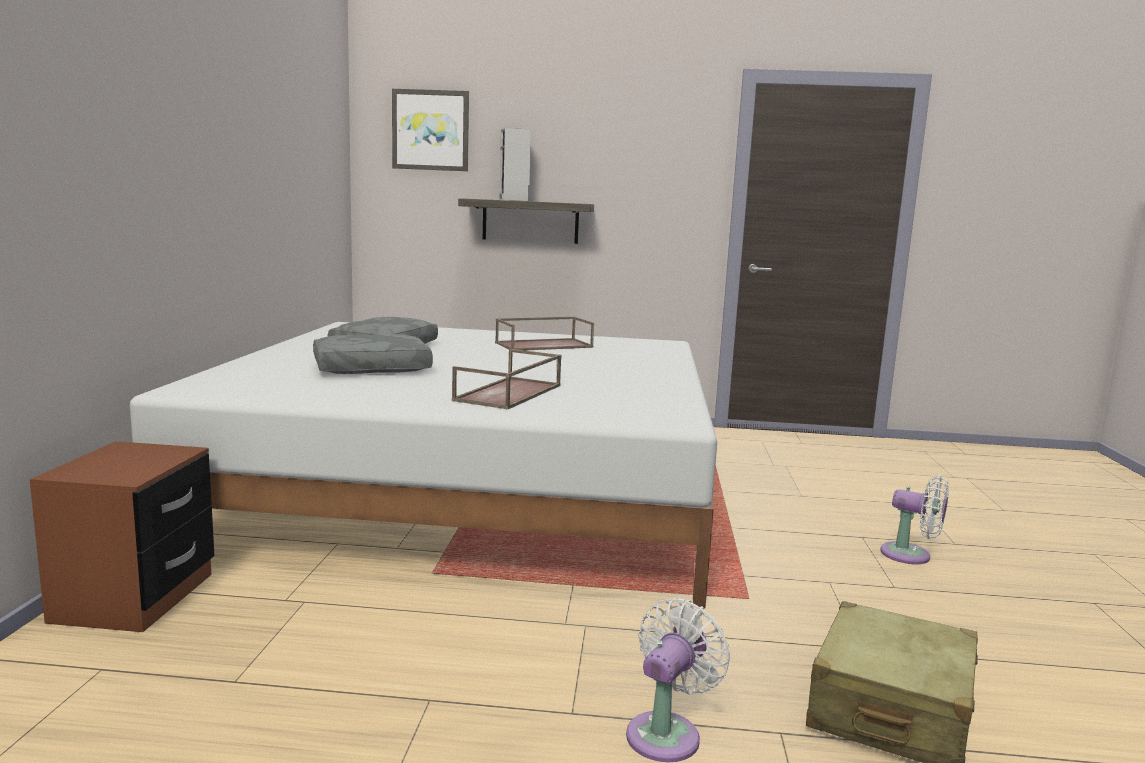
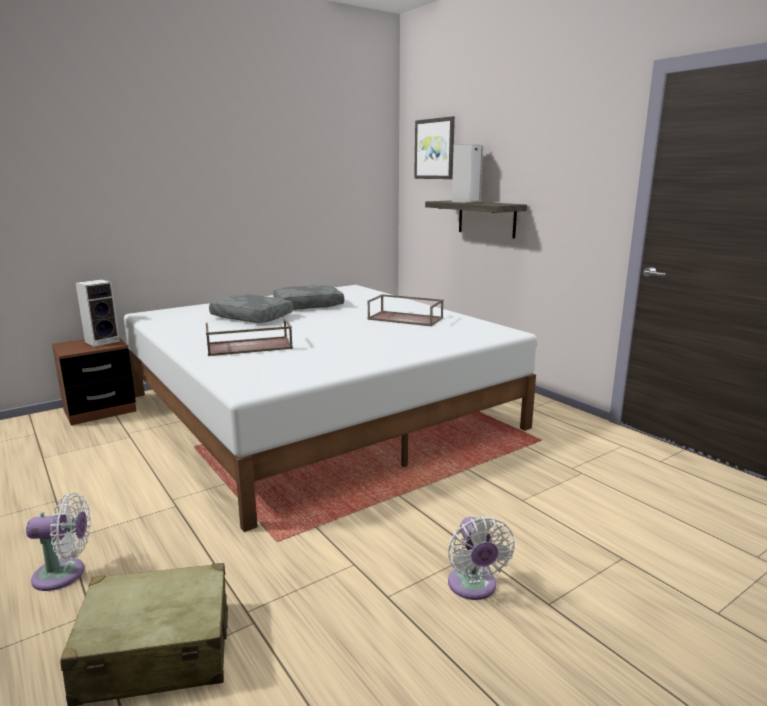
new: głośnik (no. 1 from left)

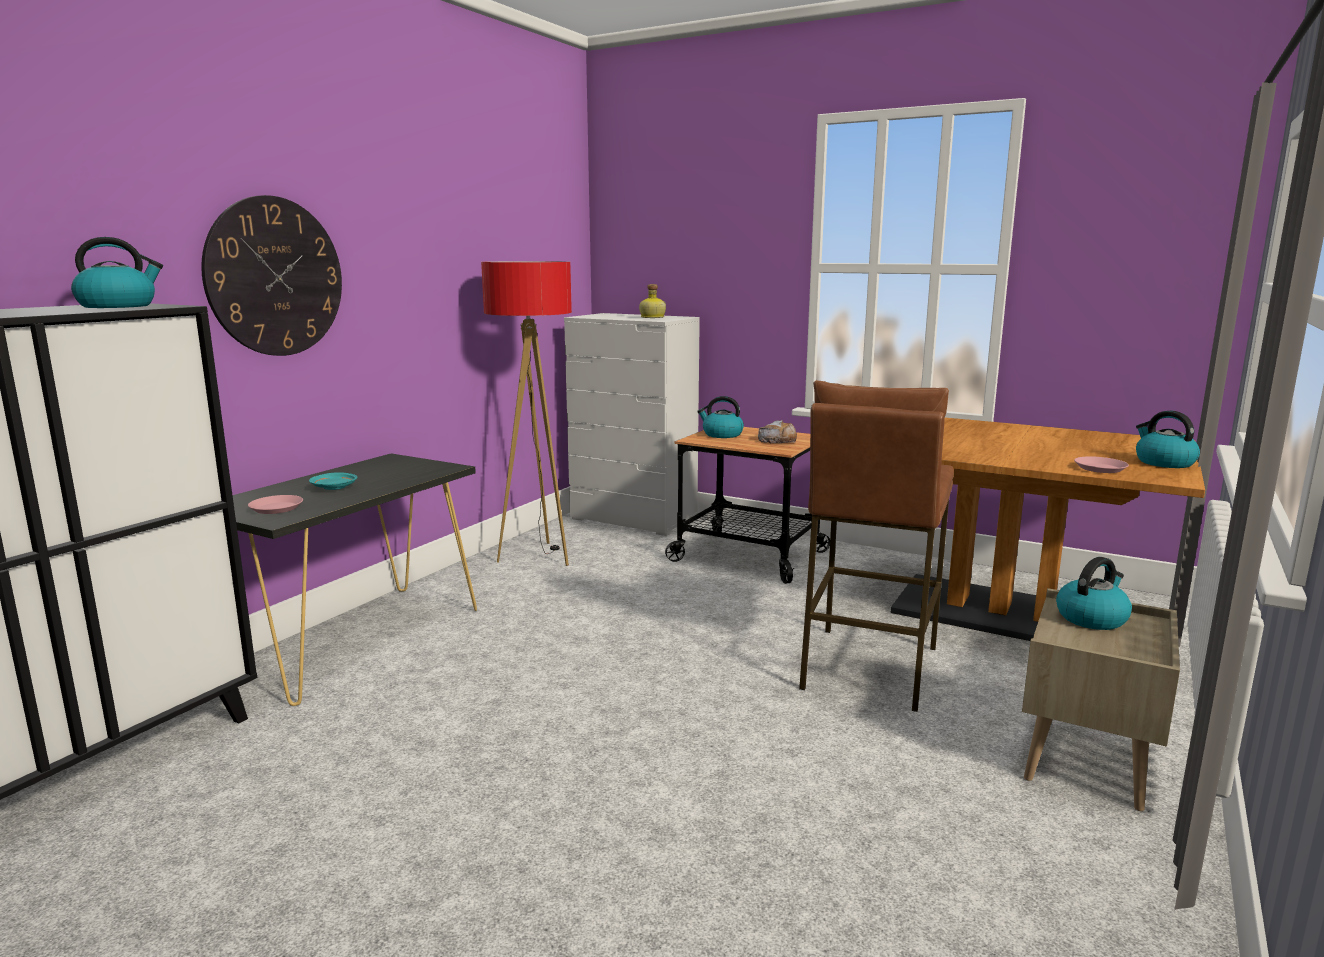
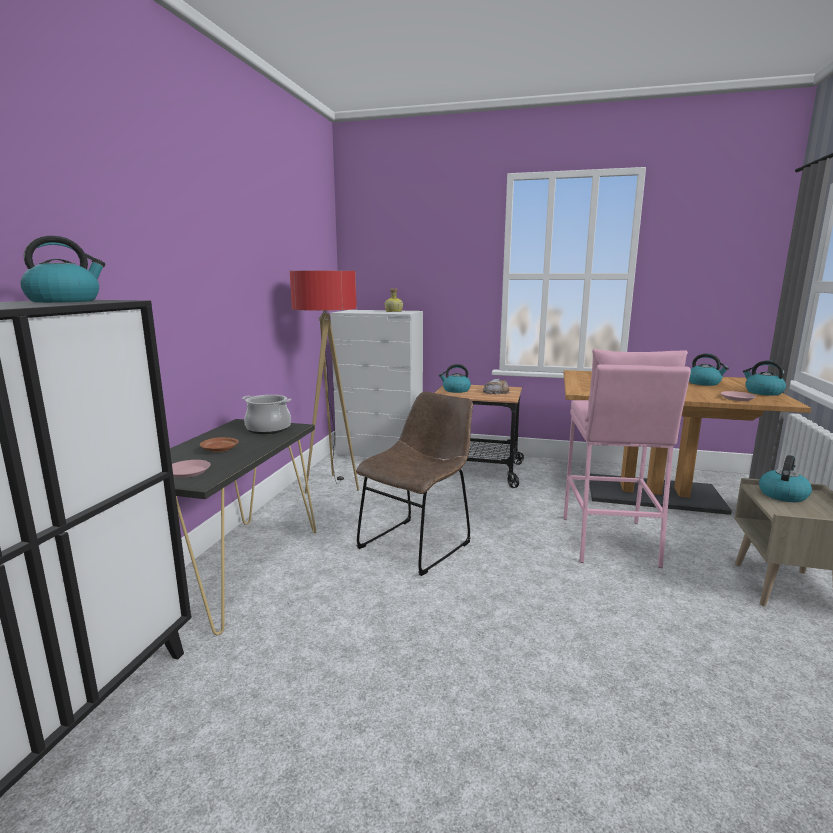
gone: zegar ścienny
new: czajnik (no. 3 from left); krzesło/brązowy; garnek
repainted: stołek/brązowy to stołek/różowy; talerz/turkusowy to talerz/brązowy

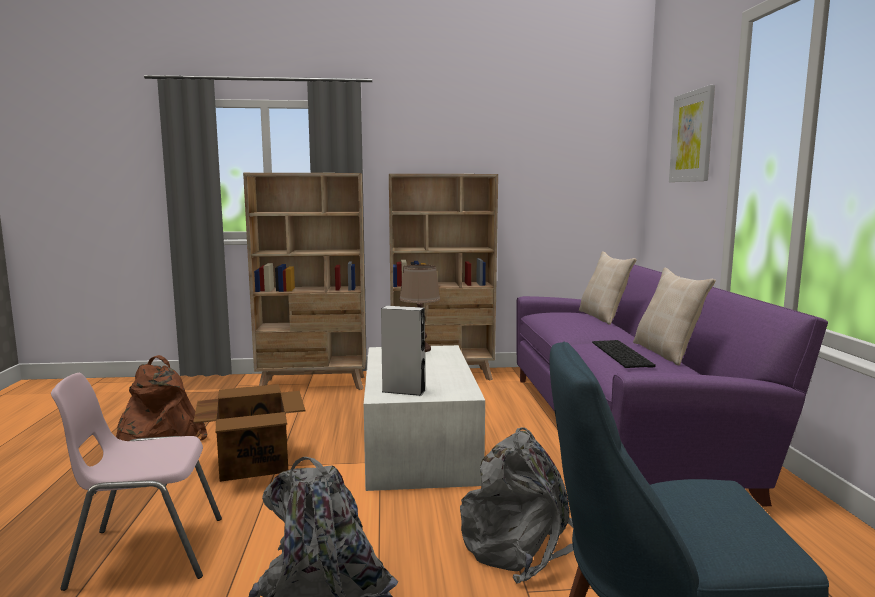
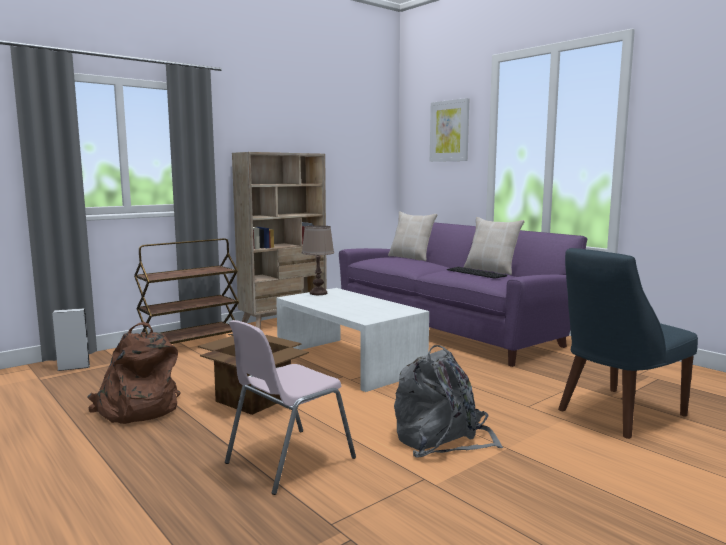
gone: plecak/szary (no. 2 from left)
shifted: głośnik/szary
swapped: regał/beżowy (no. 1 from left) to wózek/brązowy

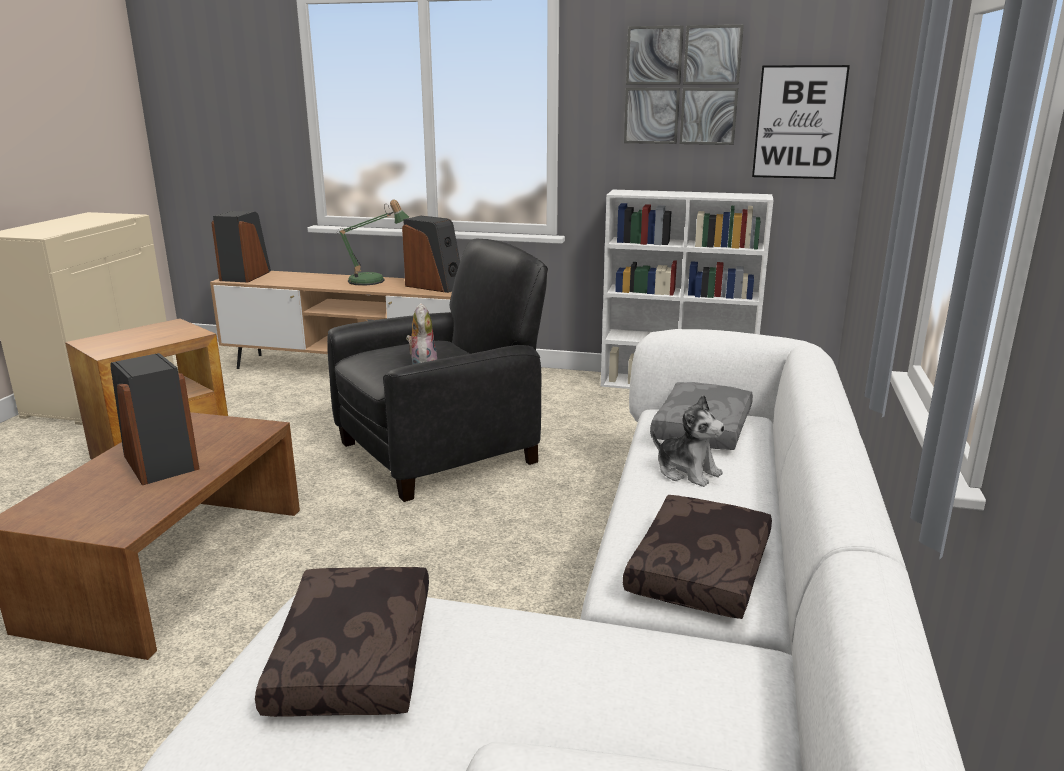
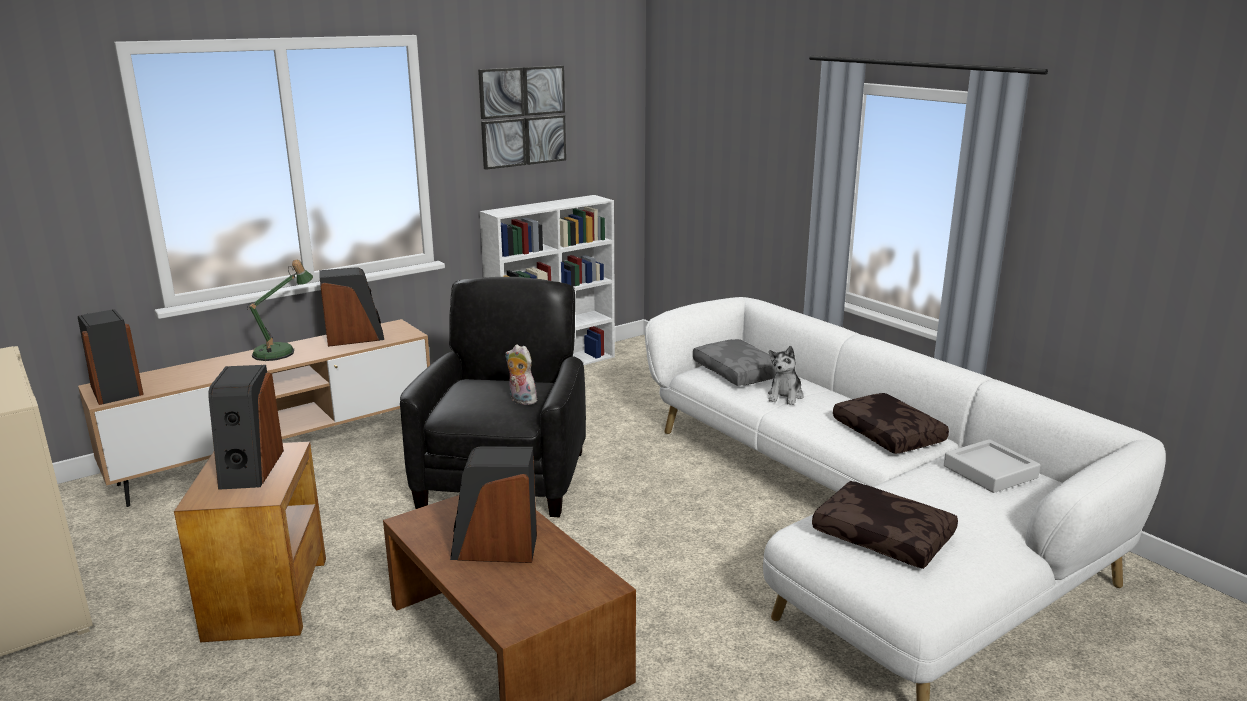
gone: obraz (no. 2 from left)
new: głośnik (no. 2 from left); taca/szary
rotated: pluszak (no. 2 from left) 120 degrees clockwise

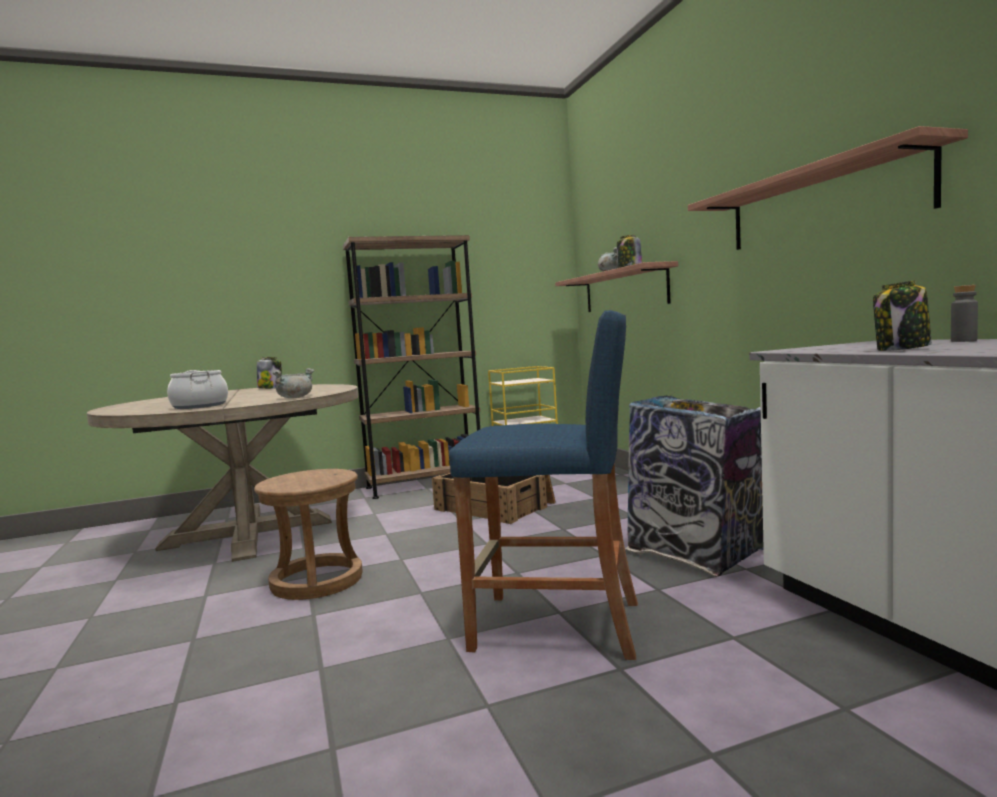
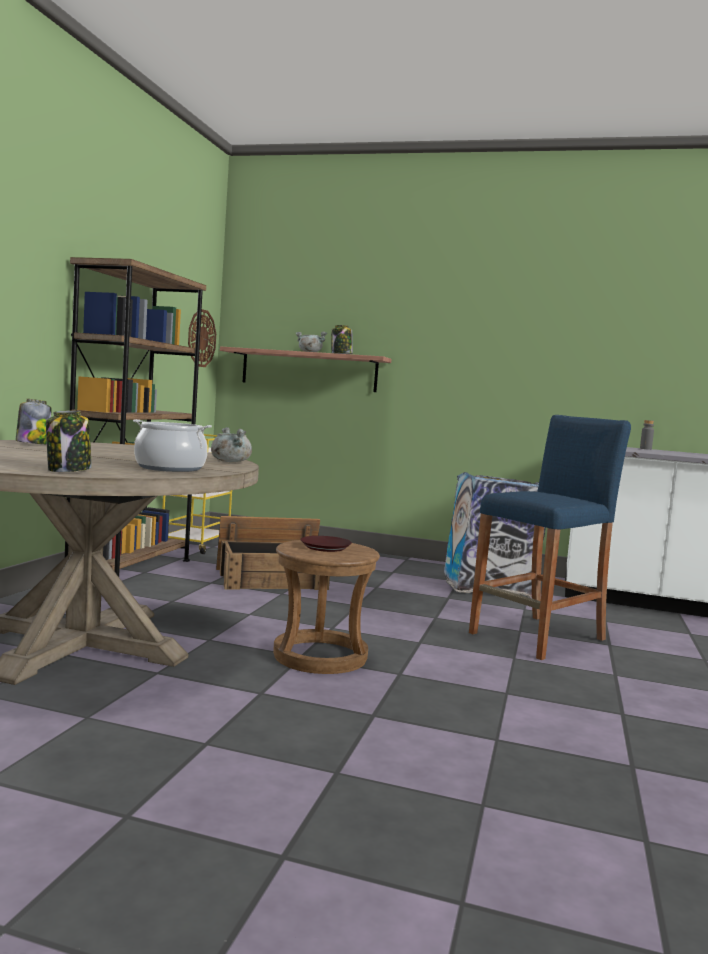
gone: półka (no. 2 from left)
new: zegar ścienny; talerz/brązowy
shifted: słoik (no. 3 from left in the first image) to słoik (no. 2 from left)

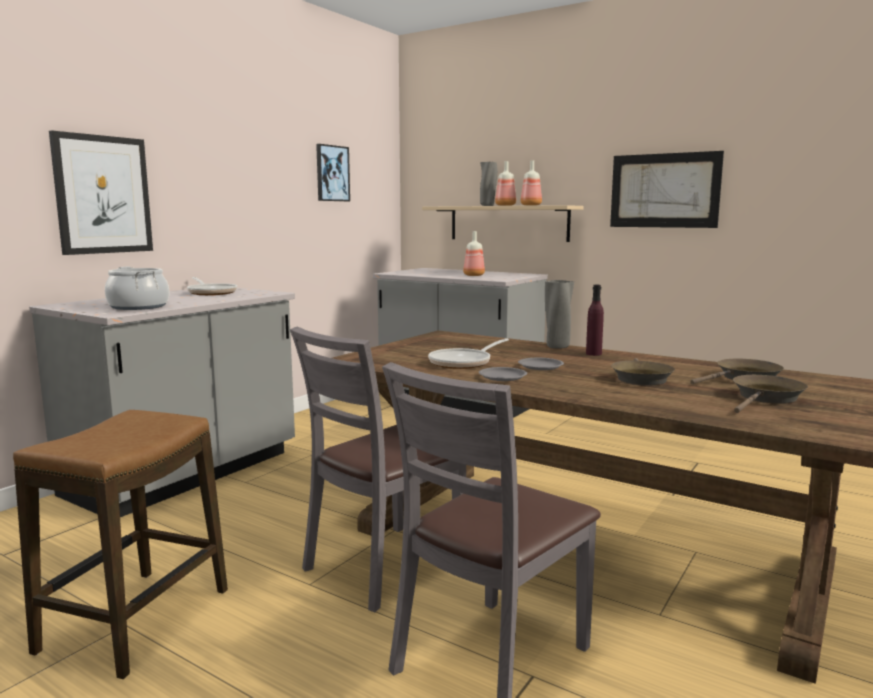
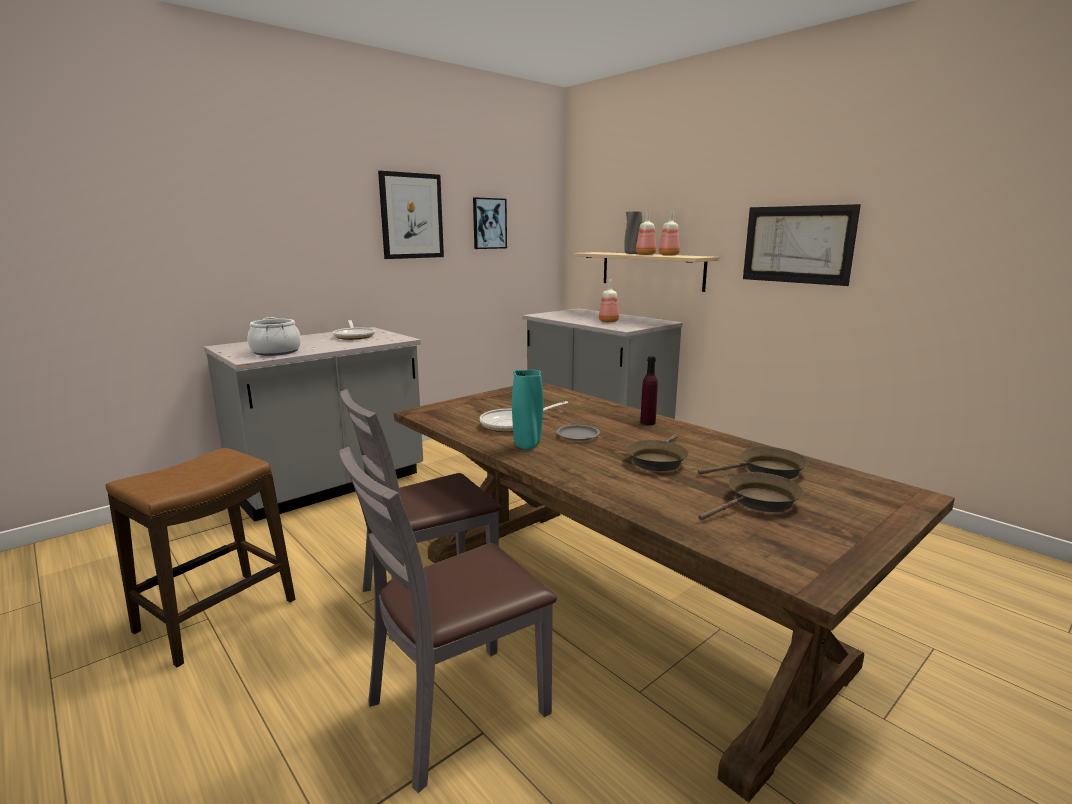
gone: wazon/szary (no. 2 from left)
shifted: obraz (no. 1 from left)
swapped: talerz/szary (no. 1 from left) to wazon/turkusowy

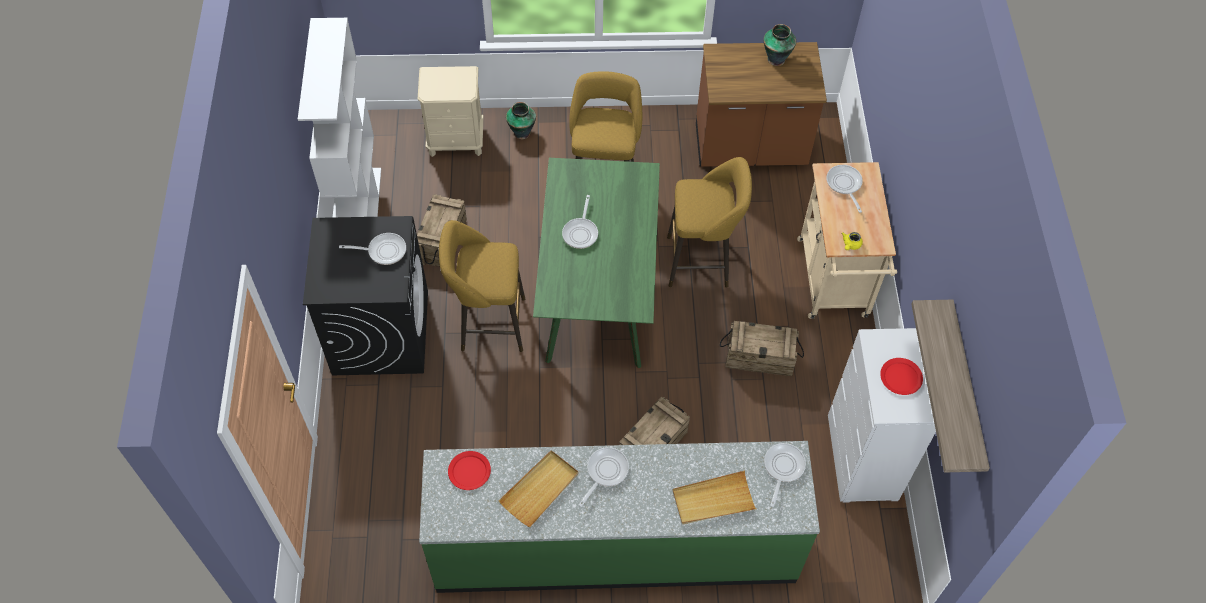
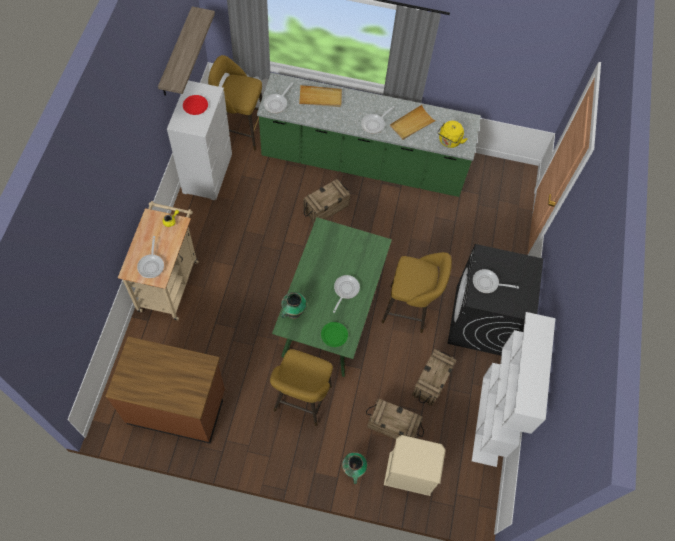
new: talerz/zielony
shifted: wazon (no. 2 from left in the first image) to wazon (no. 1 from left); stołek/żółty (no. 3 from left in the first image) to stołek/żółty (no. 1 from left); skrzynka (no. 3 from left in the first image) to skrzynka (no. 2 from left)
swapped: talerz/czerwony (no. 1 from left) to czajnik/żółty

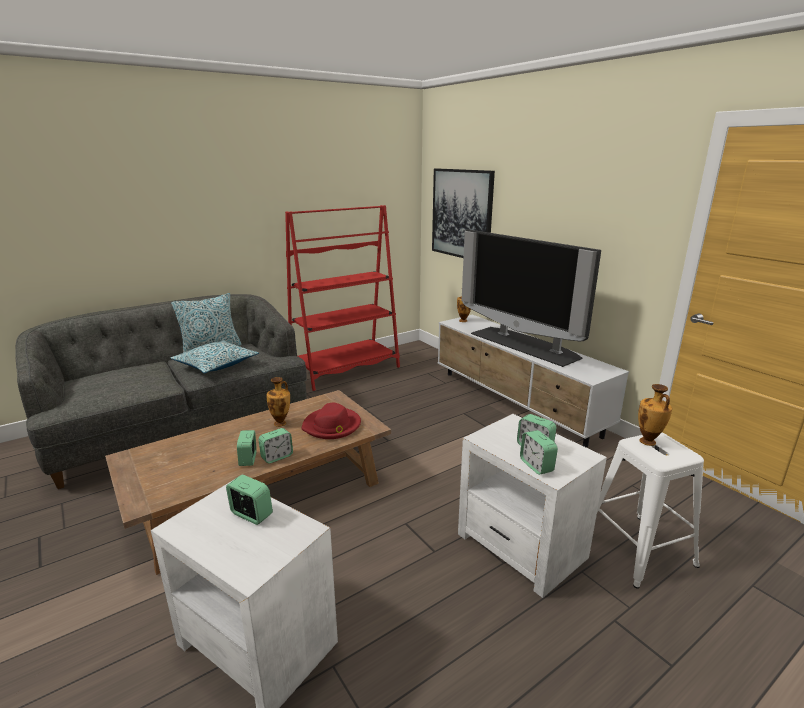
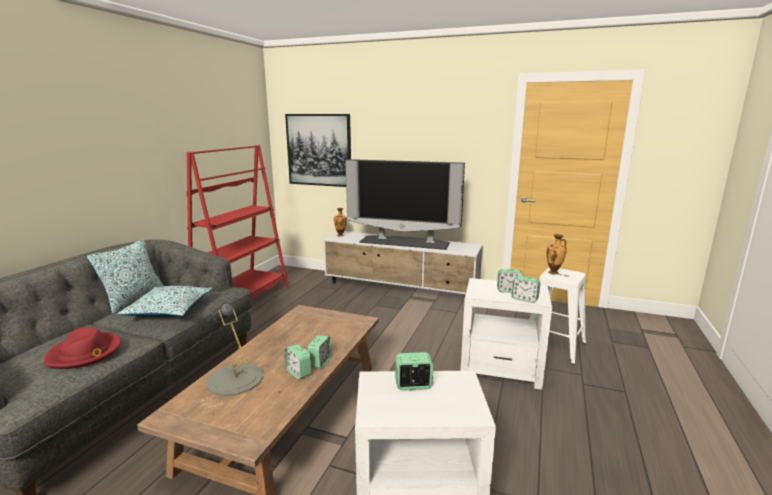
gone: wazon (no. 1 from left)
new: lampa stołowa/szary
shifted: kapelusz/czerwony

